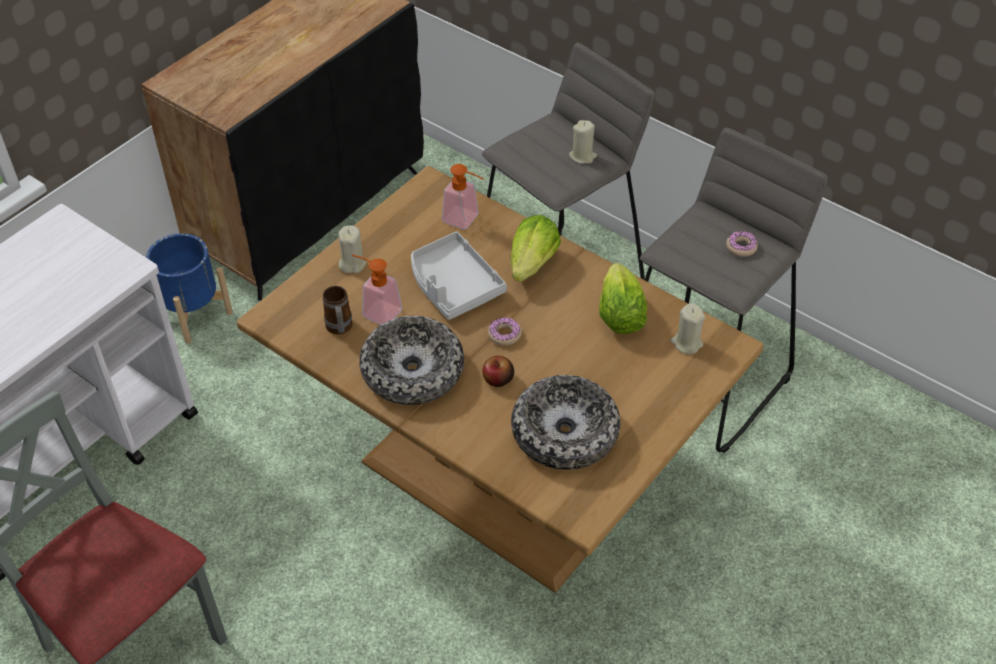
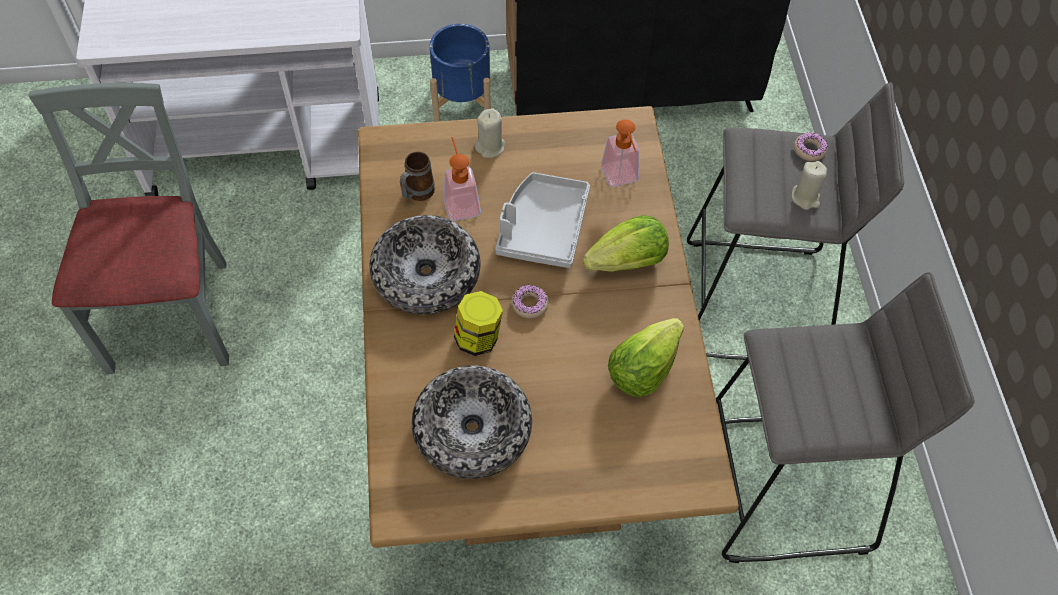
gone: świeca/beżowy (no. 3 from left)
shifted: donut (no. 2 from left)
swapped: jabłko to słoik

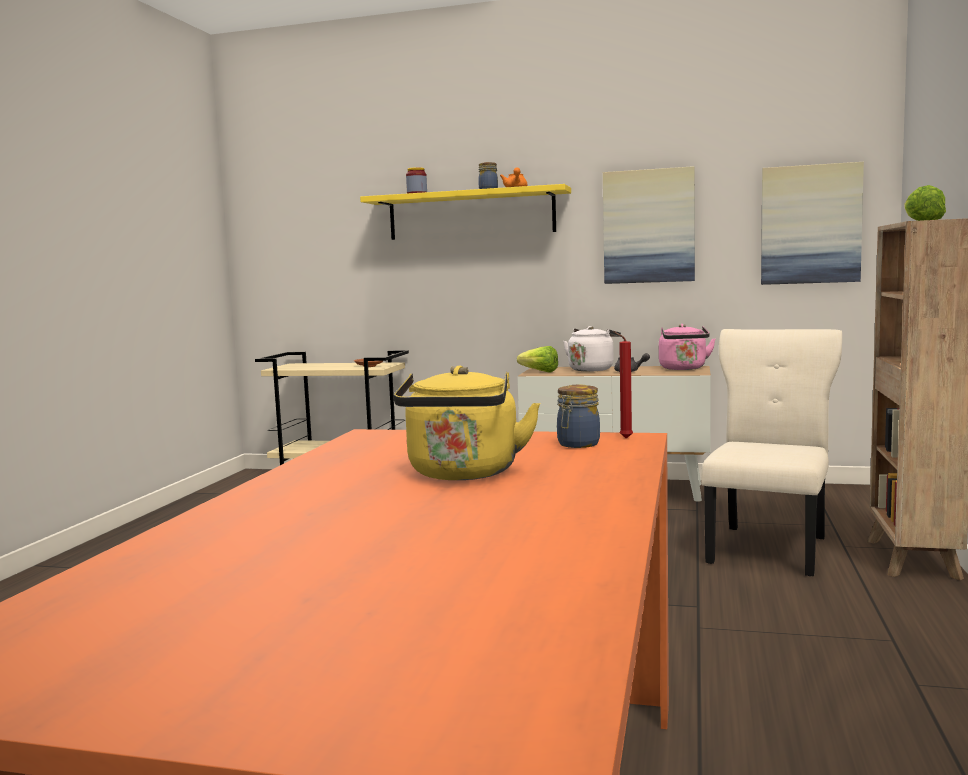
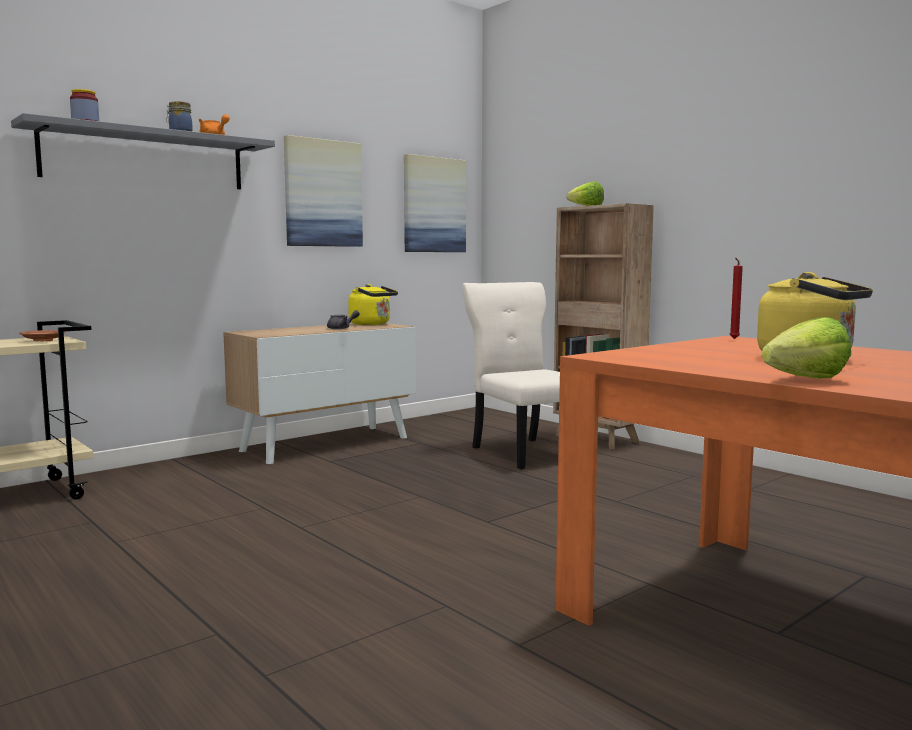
gone: czajnik/biały; słoik (no. 3 from left)
shifted: sałata (no. 1 from left in the first image) to sałata (no. 2 from left)
repainted: półka/żółty to półka/szary; czajnik/różowy to czajnik/żółty (no. 1 from left)

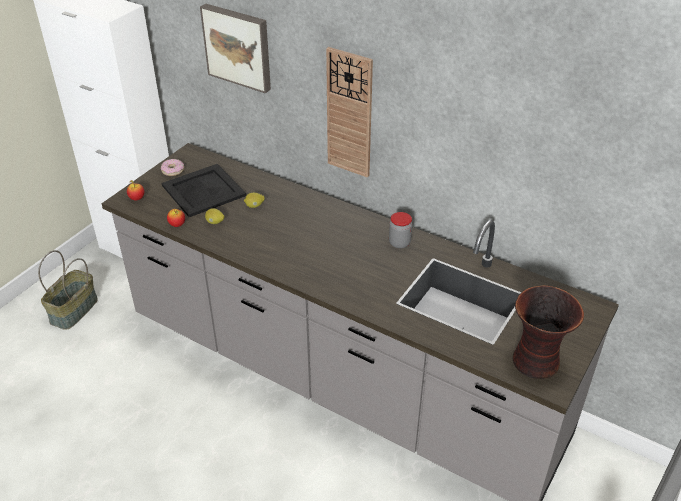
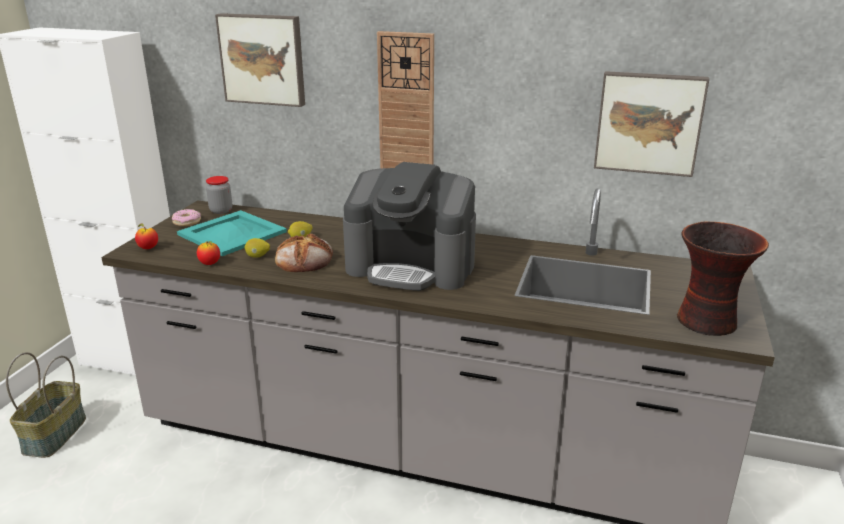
new: obraz (no. 2 from left); ekspres do kawy; chleb
shifted: słoik
repainted: taca/czarny to taca/turkusowy

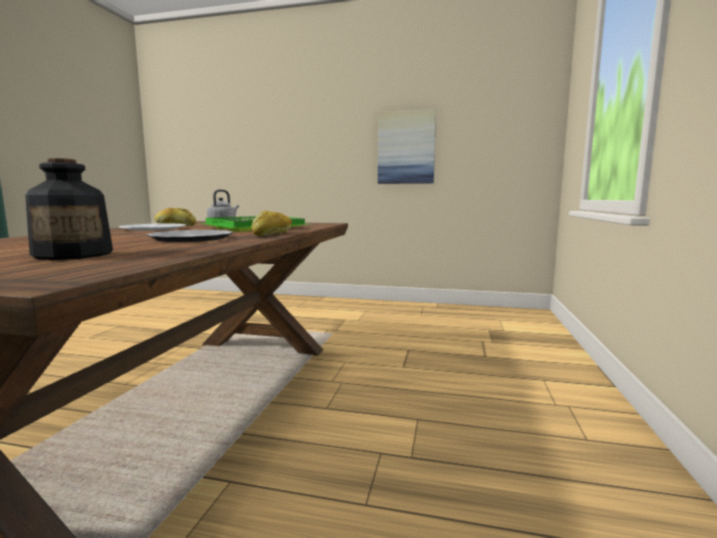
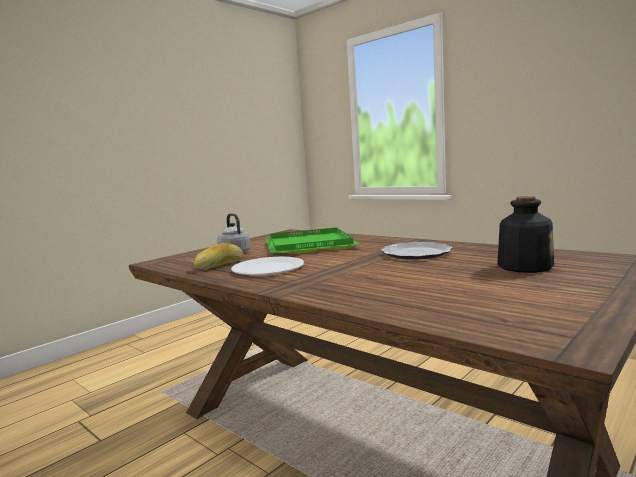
gone: obraz; chleb (no. 2 from left)

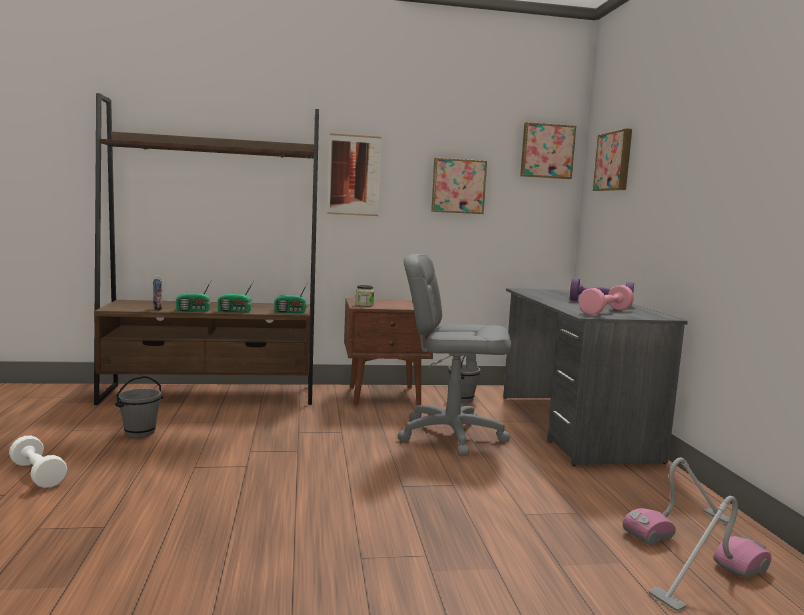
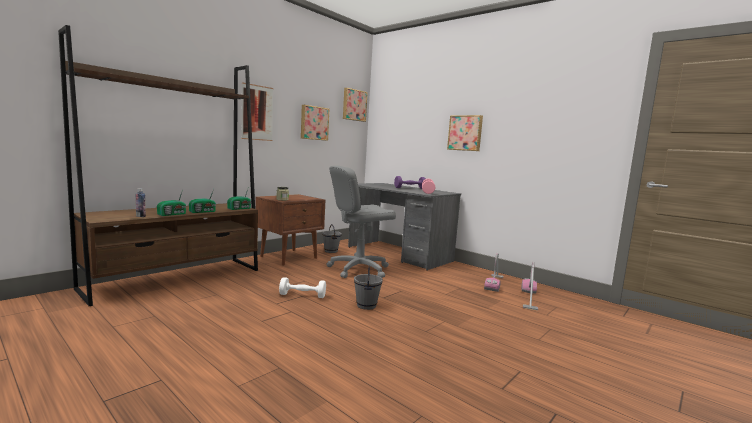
shifted: obraz (no. 4 from left); wiadro/szary (no. 1 from left in the first image) to wiadro/szary (no. 2 from left); hantel/biały

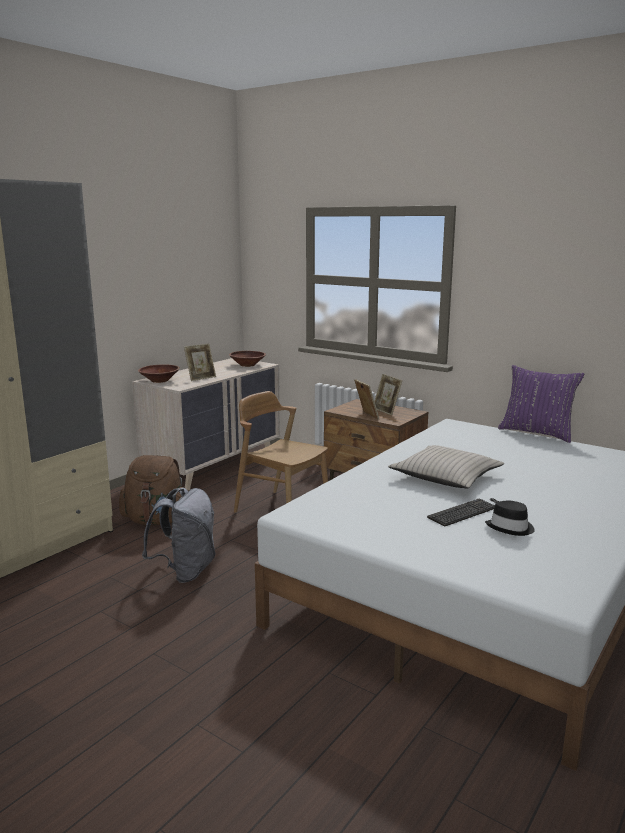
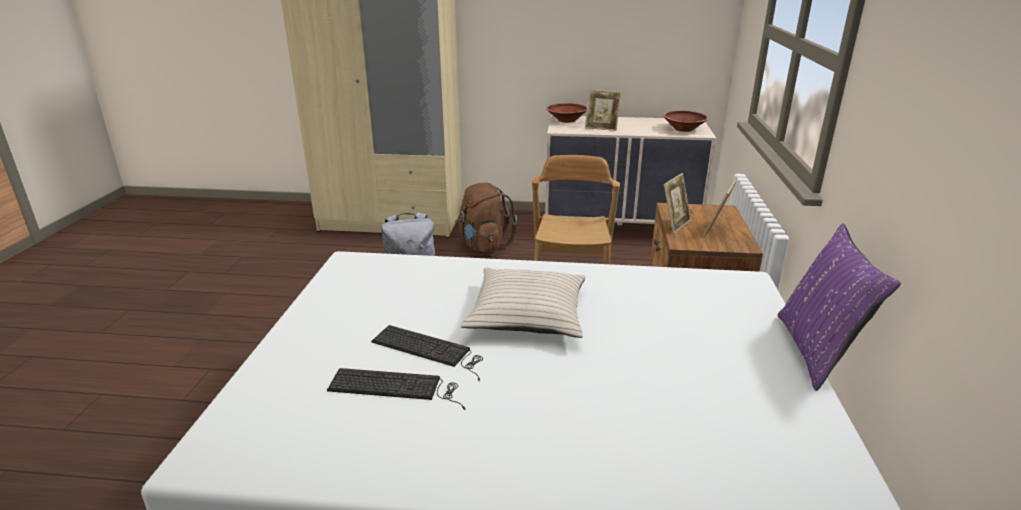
swapped: kapelusz/czarny to klawiatura (no. 1 from left)

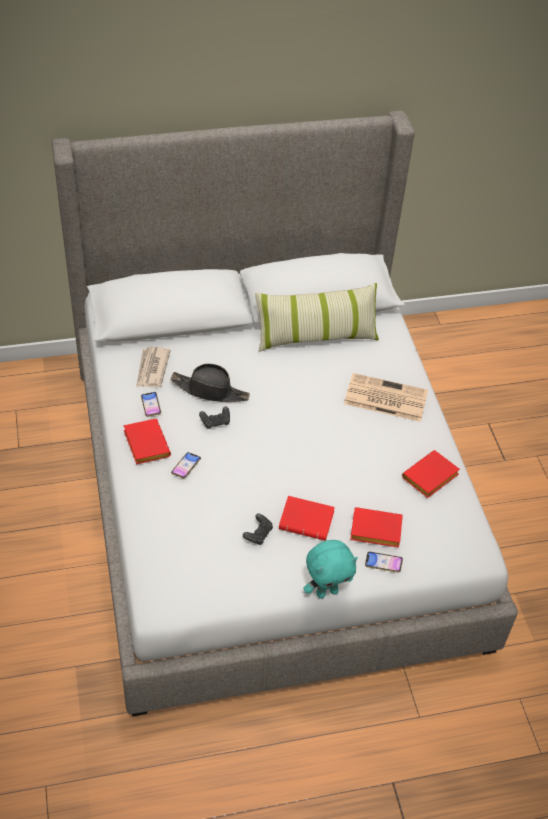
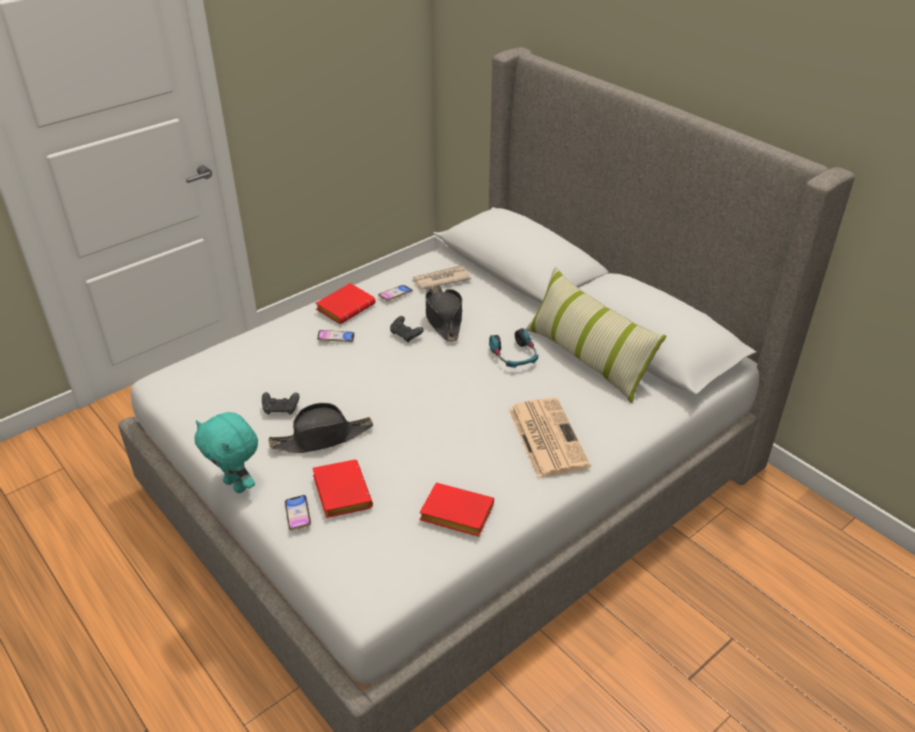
new: słuchawki
swapped: książka/czerwony (no. 2 from left) to kapelusz/czarny (no. 1 from left)

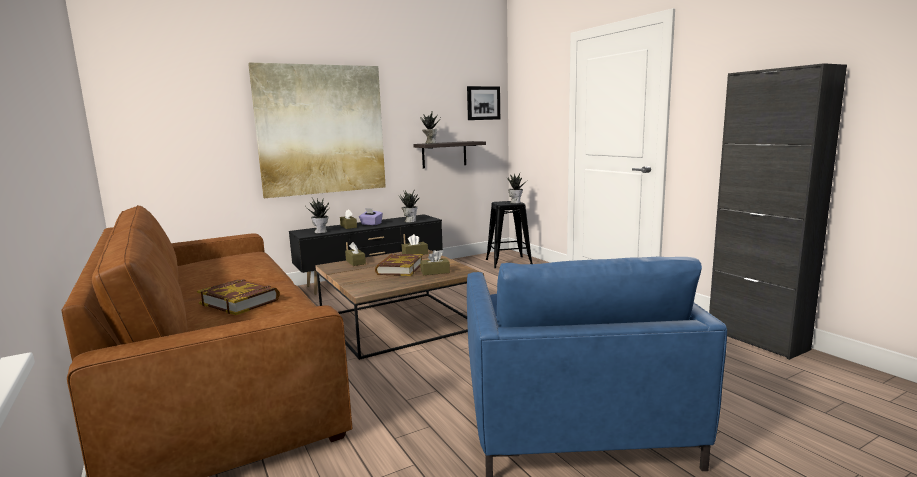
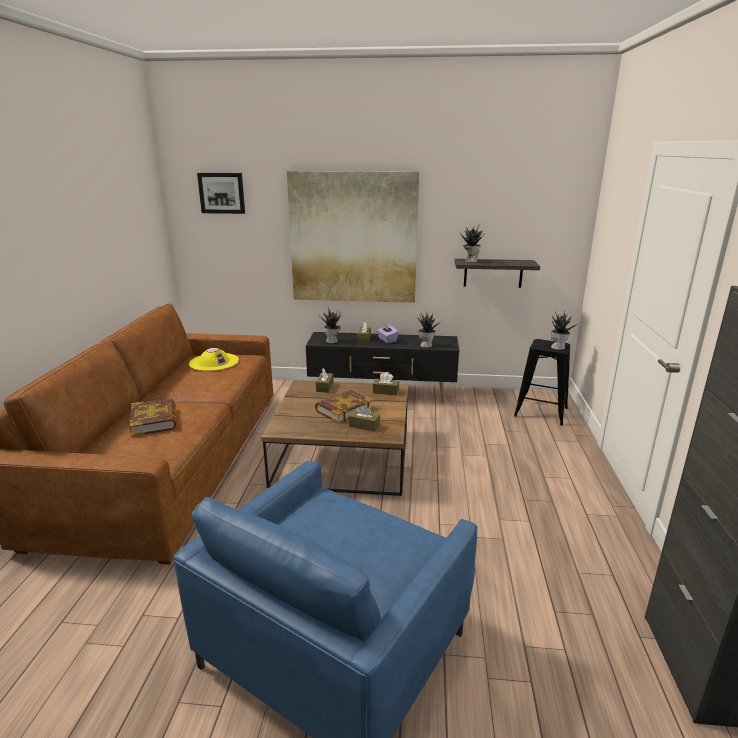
new: kapelusz/żółty
shifted: obraz (no. 2 from left in the first image) to obraz (no. 1 from left)

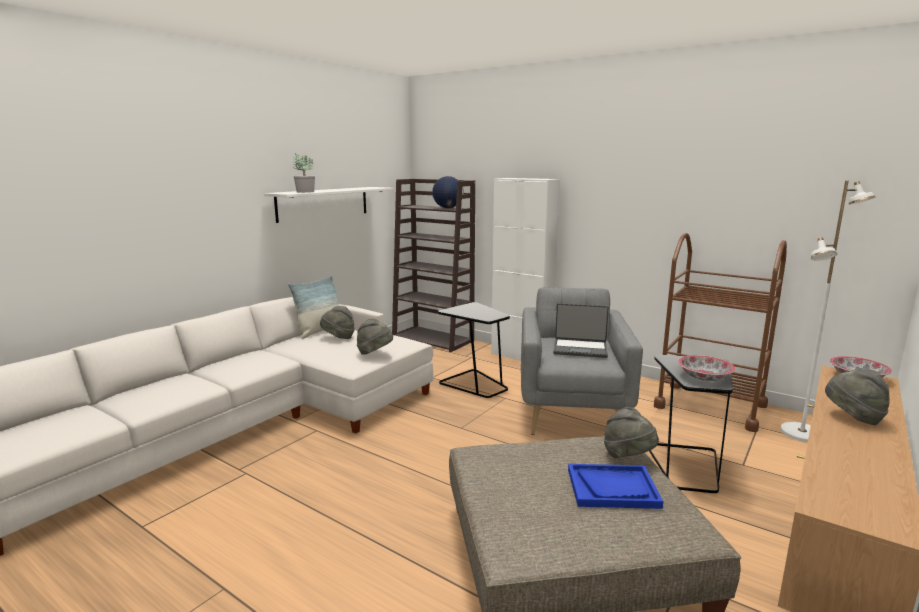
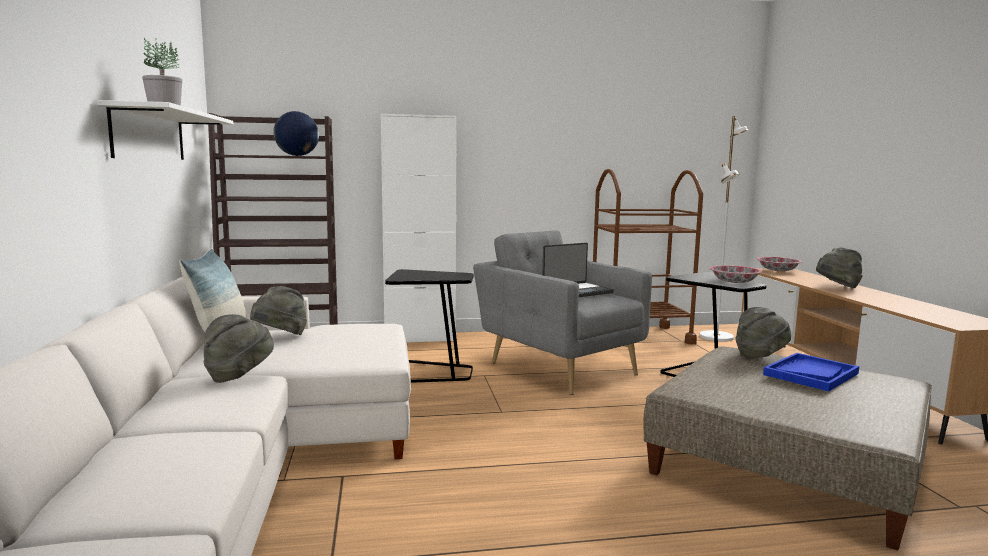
shifted: kapelusz/szary (no. 2 from left in the first image) to kapelusz/szary (no. 1 from left)

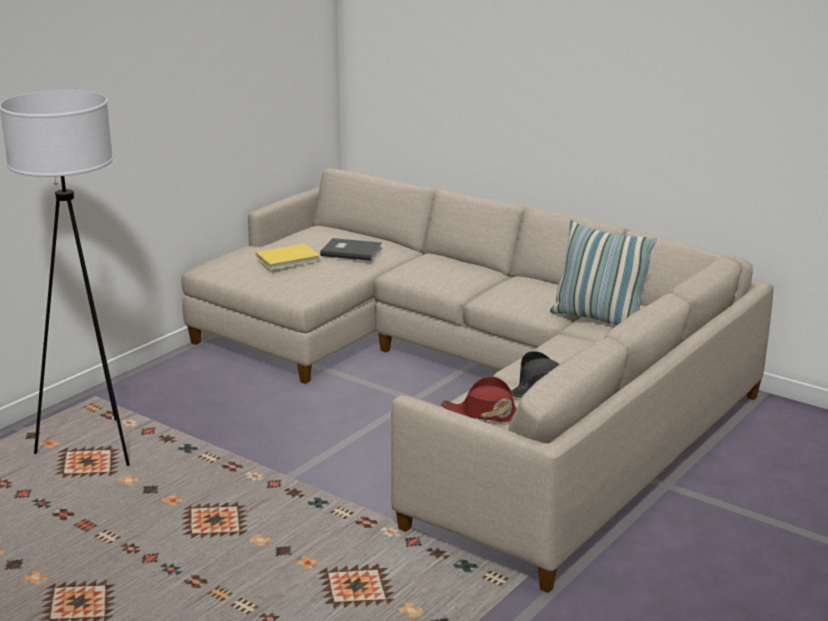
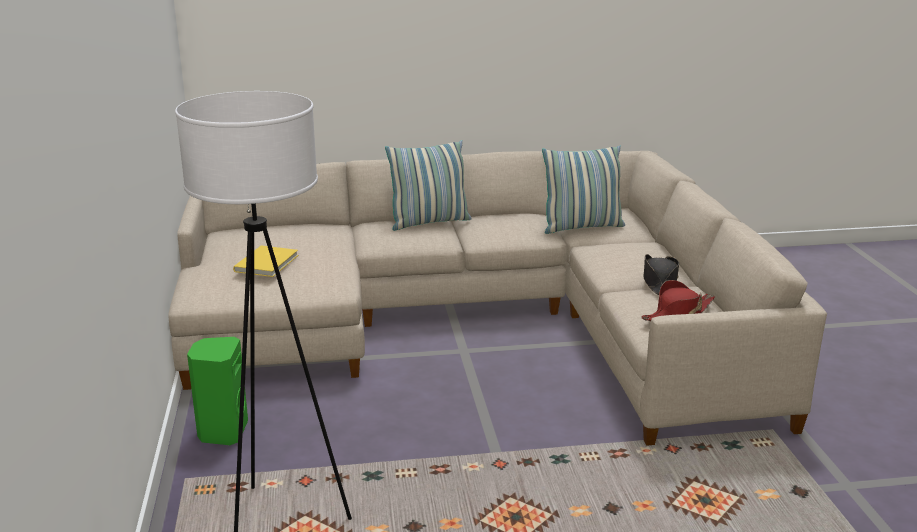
gone: książka/szary
new: poduszka (no. 1 from left); głośnik/zielony

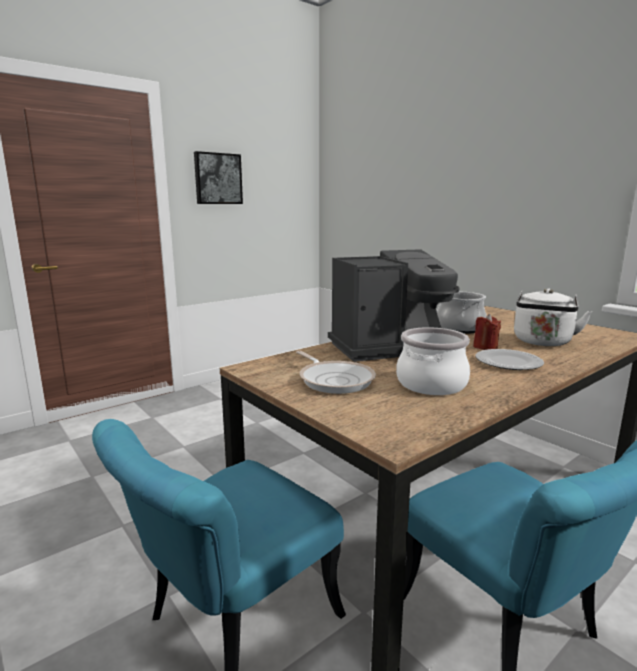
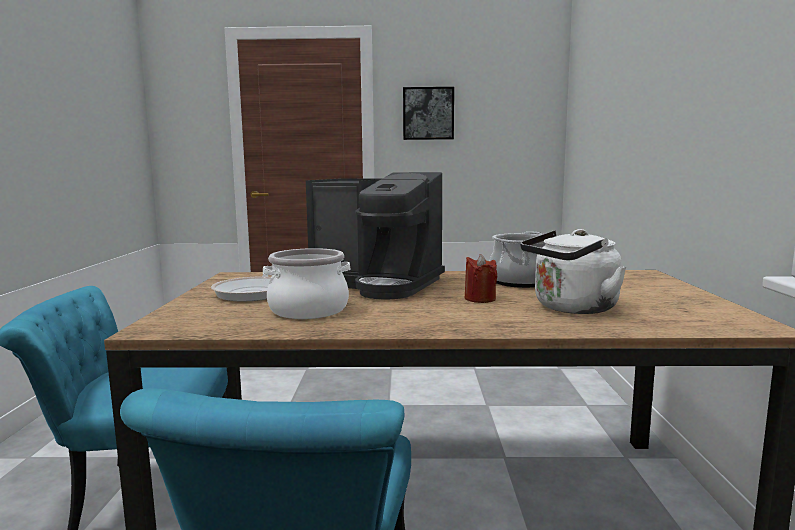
gone: talerz

